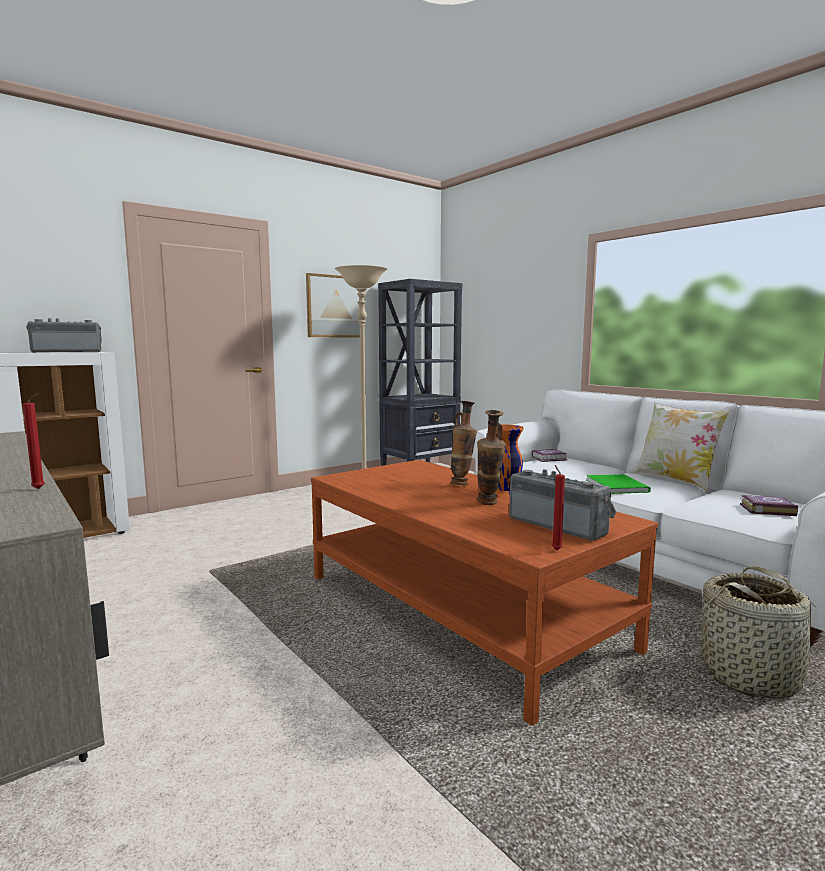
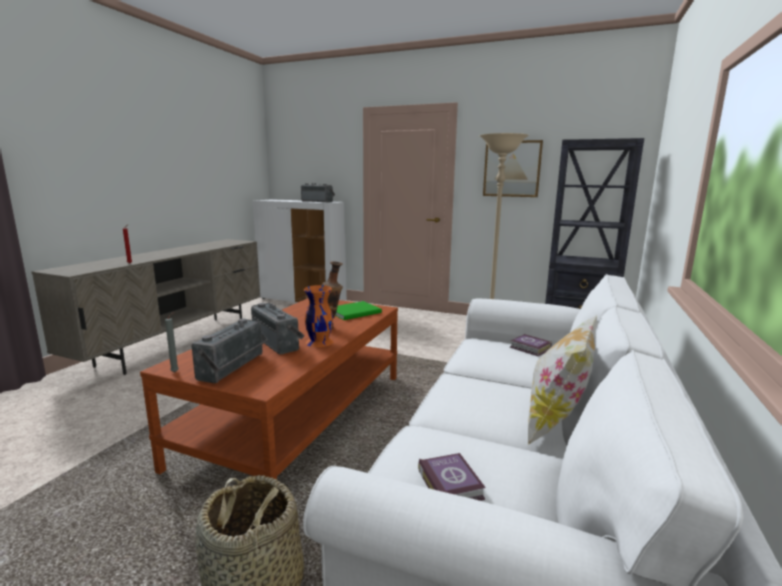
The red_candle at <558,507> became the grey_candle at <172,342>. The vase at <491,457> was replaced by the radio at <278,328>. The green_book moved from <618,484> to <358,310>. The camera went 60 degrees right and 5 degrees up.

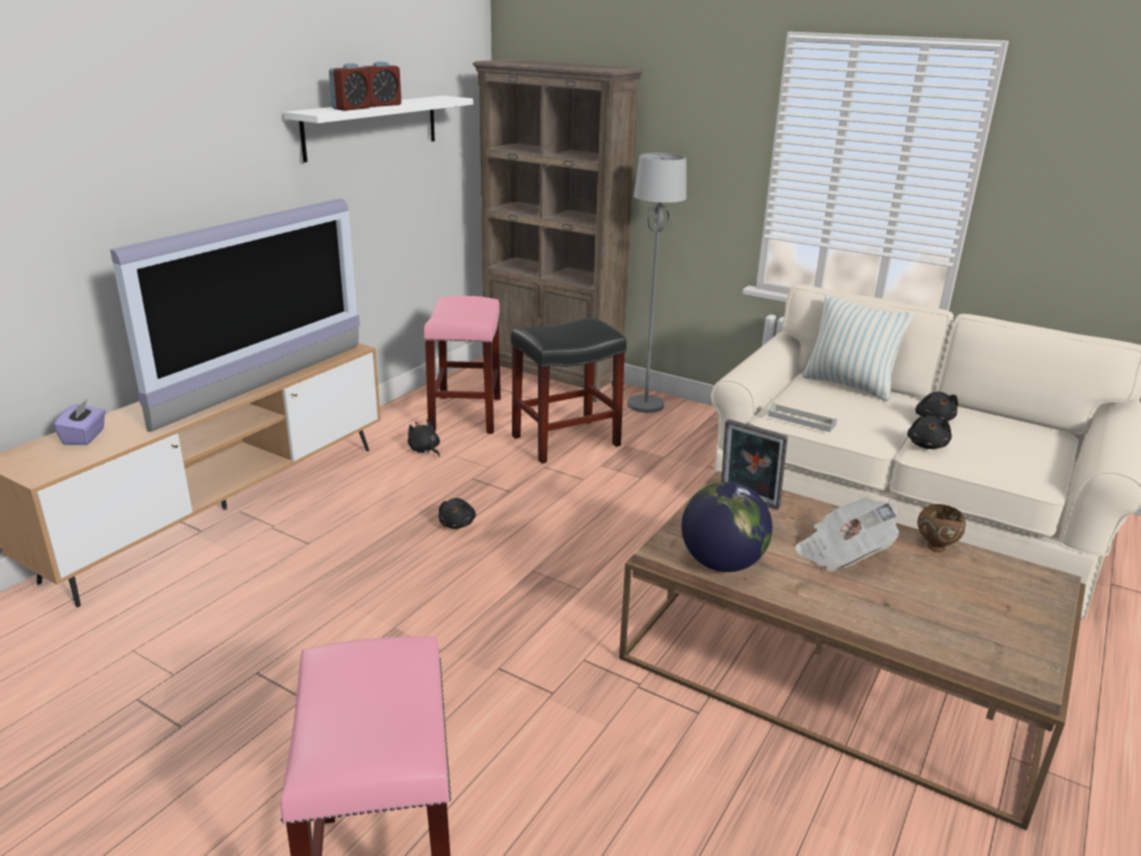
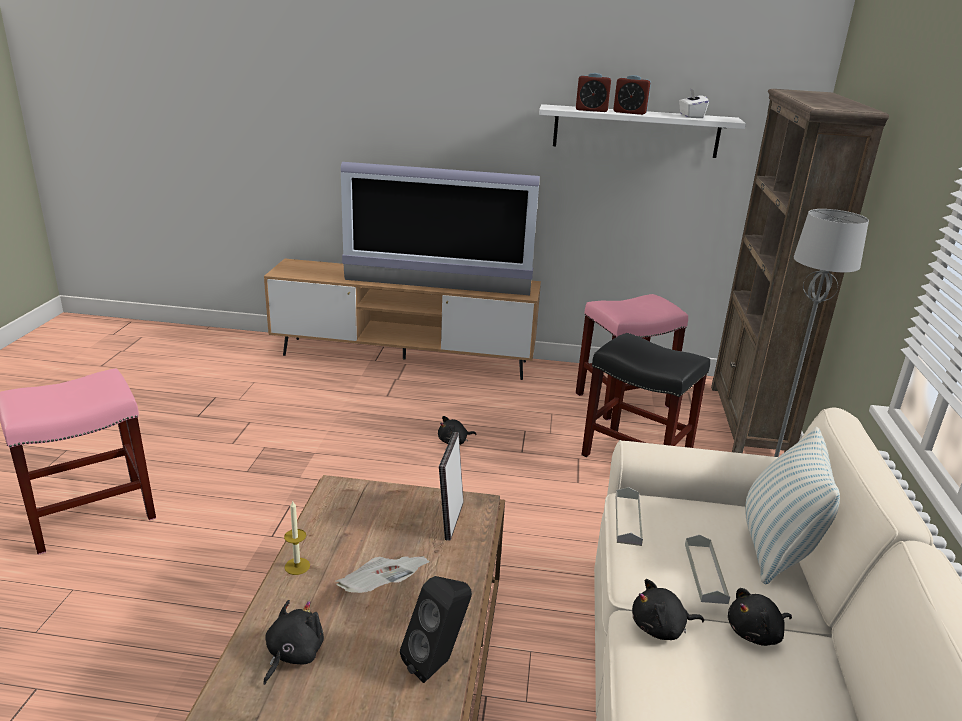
The black_plush_toy moved from <424,438> to <293,642>. The candle at <297,538> appeared. The brown_bowl at <941,528> was replaced by the black_speaker at <436,629>. The white_tissue_box at <694,103> appeared. The grey_tray at <707,569> appeared. The purple_tissue_box at <79,422> disappeared. The globe at <726,527> disappeared. The camera went 65 degrees right and 0 degrees up.

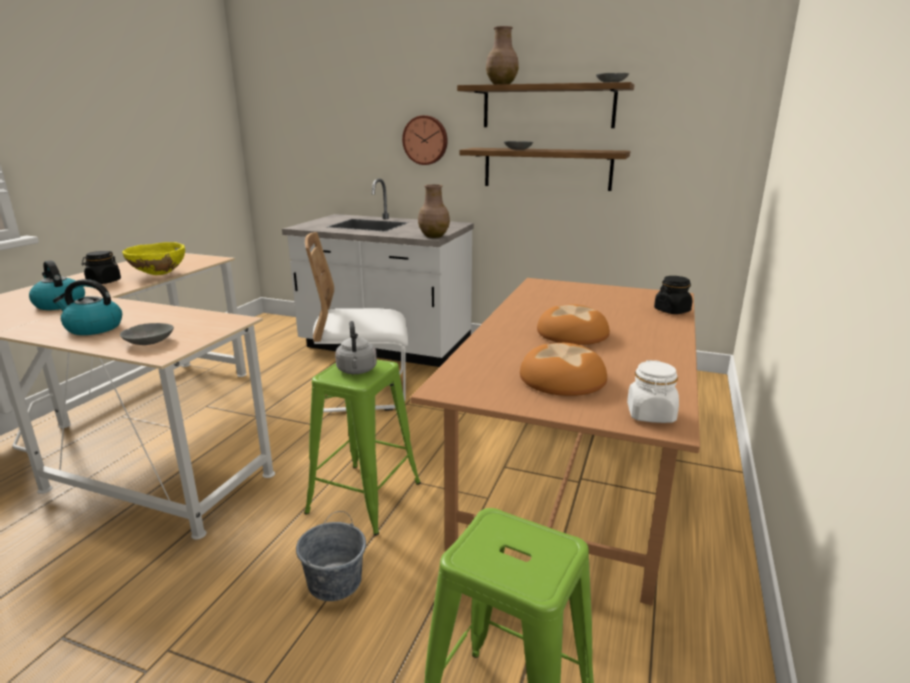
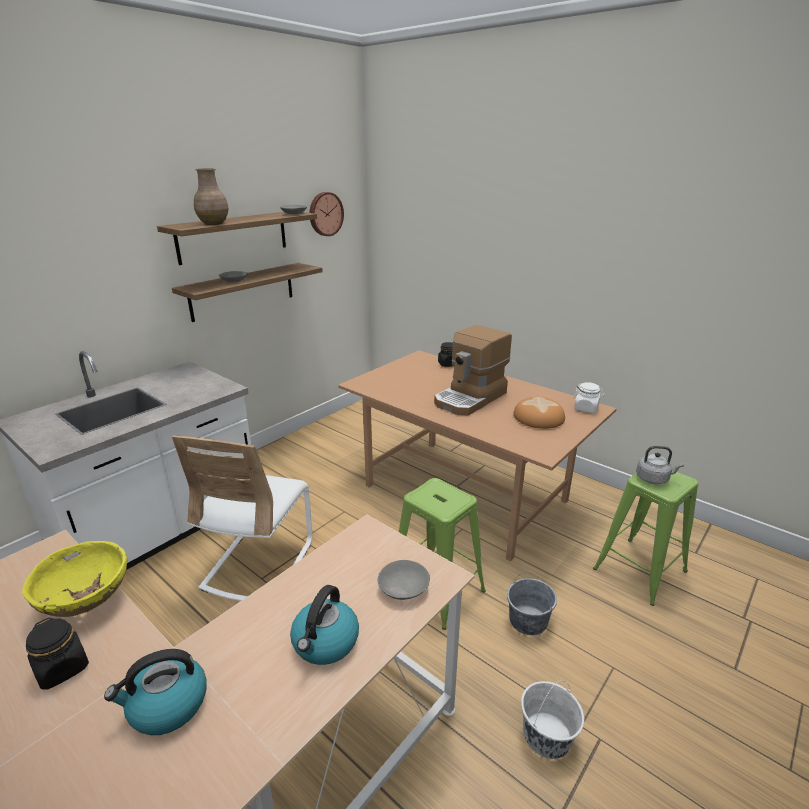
The wall_clock moved from <425,140> to <326,214>. The bread at <573,324> was replaced by the coffee_machine at <473,370>. The white_bucket at <552,719> appeared. The grey_kettle moved from <356,347> to <660,465>. The brown_vase at <434,211> disappeared. The camera went 70 degrees left and 5 degrees up.

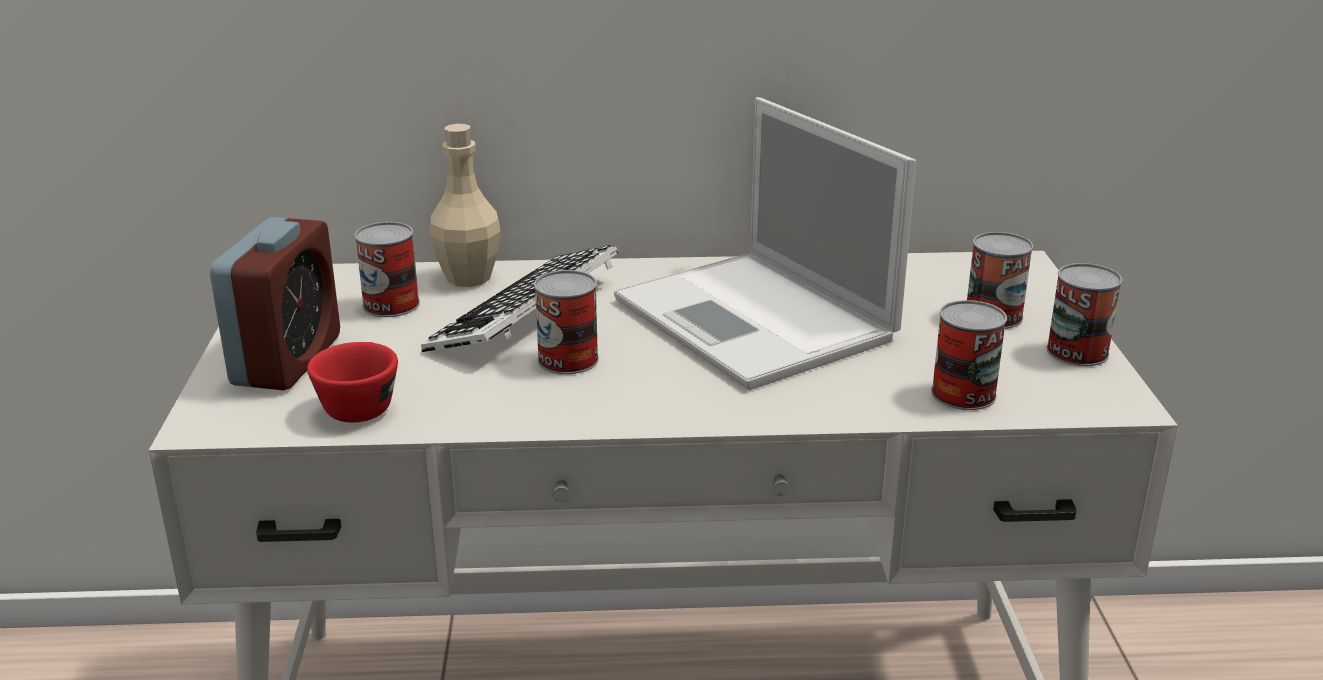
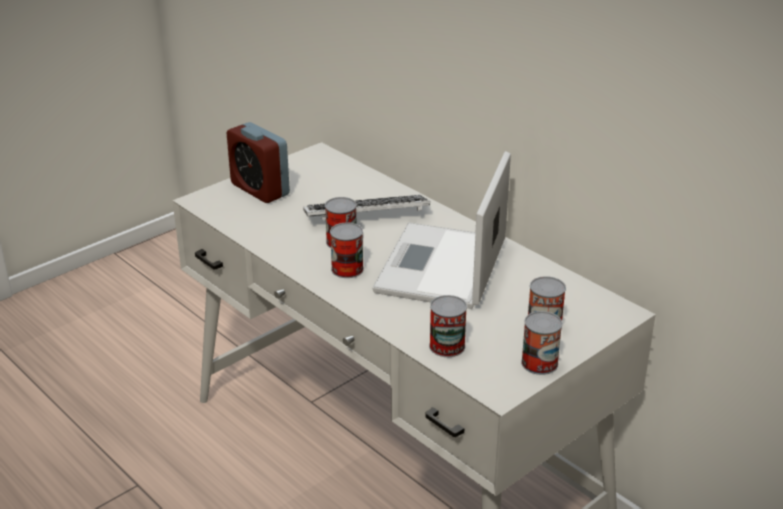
The alarm_clock at <275,303> turned 75 degrees clockwise. The can moved from <387,269> to <347,250>. The red_cup at <352,382> disappeared. The beige_bottle at <465,205> disappeared. The camera went 50 degrees right and 5 degrees up.

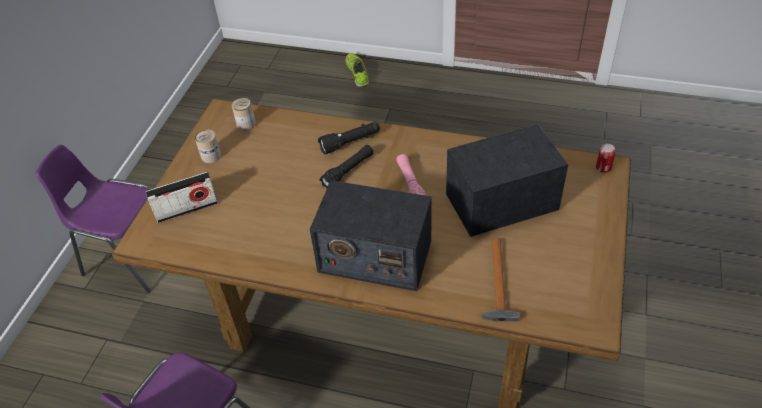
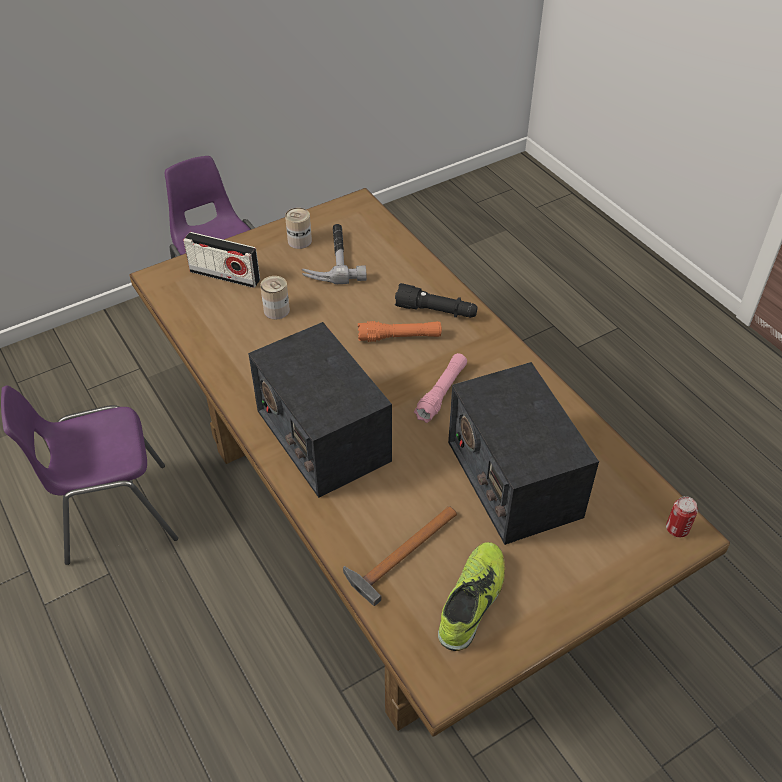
The can moved from <244,114> to <275,297>. The hammer at <334,254> appeared. The black_flashlight at <346,167> became the orange_flashlight at <400,331>. The shoe moved from <357,70> to <471,596>. The radio at <507,180> turned 135 degrees counterclockwise. The camera went 40 degrees right and 0 degrees up.

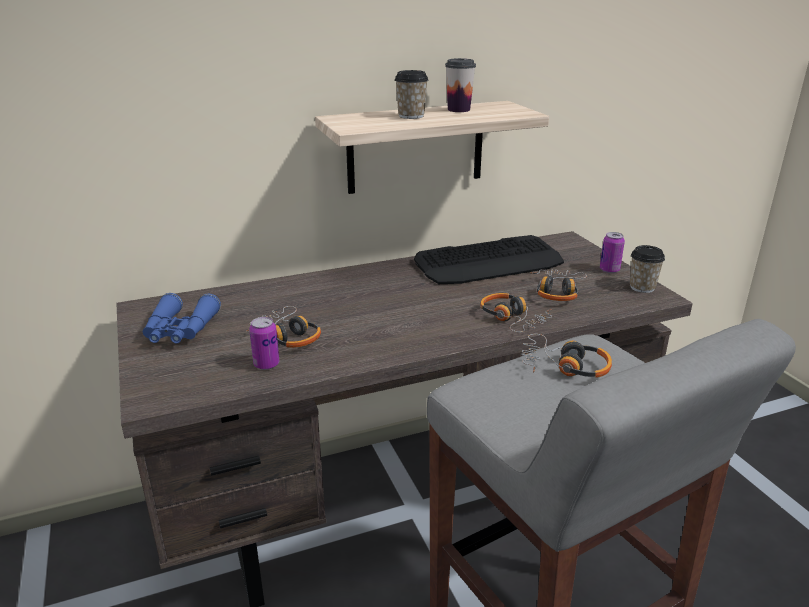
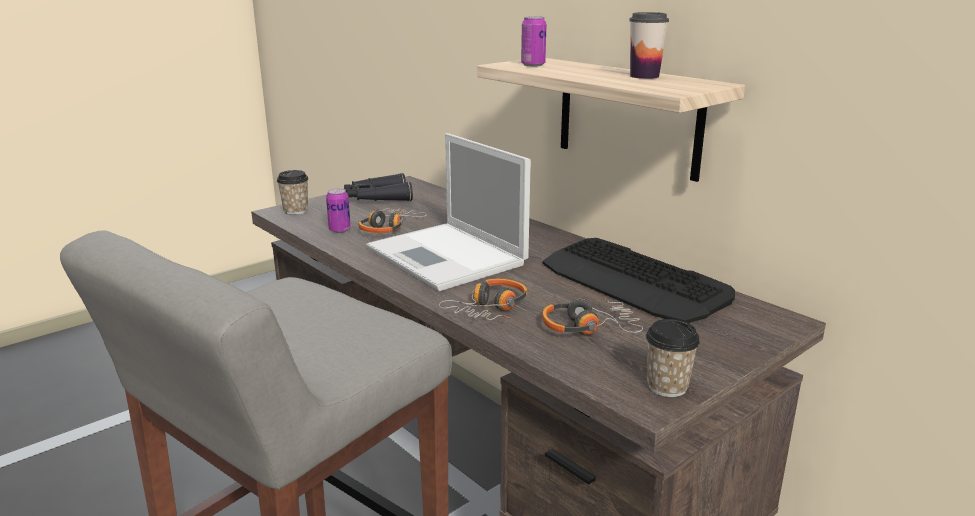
The cup moved from <411,94> to <293,192>. The blue_binoculars at <182,318> became the black_binoculars at <378,187>. The laptop at <448,212> appeared. The can moved from <612,252> to <533,41>. The headphones at <566,356> disappeared. The camera went 70 degrees right and 5 degrees down.

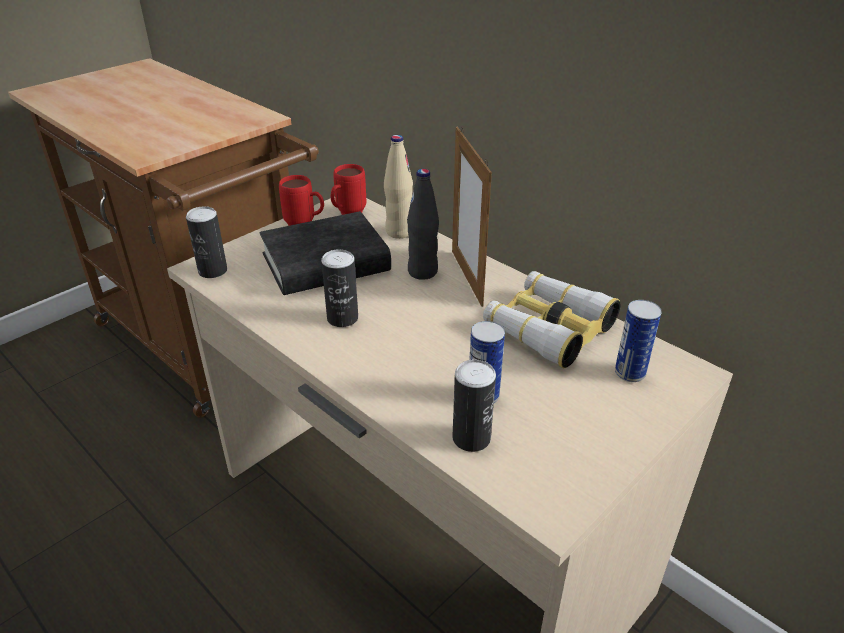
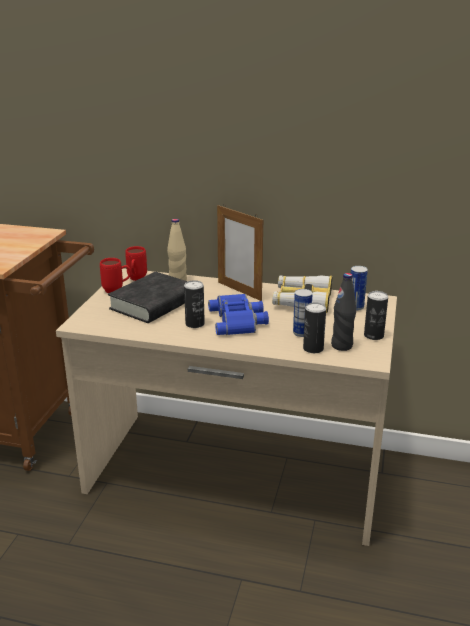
The blue_binoculars at <238,314> appeared. The black_bottle moved from <423,224> to <343,312>. The can moved from <206,242> to <376,315>. The camera went 30 degrees left and 10 degrees down.

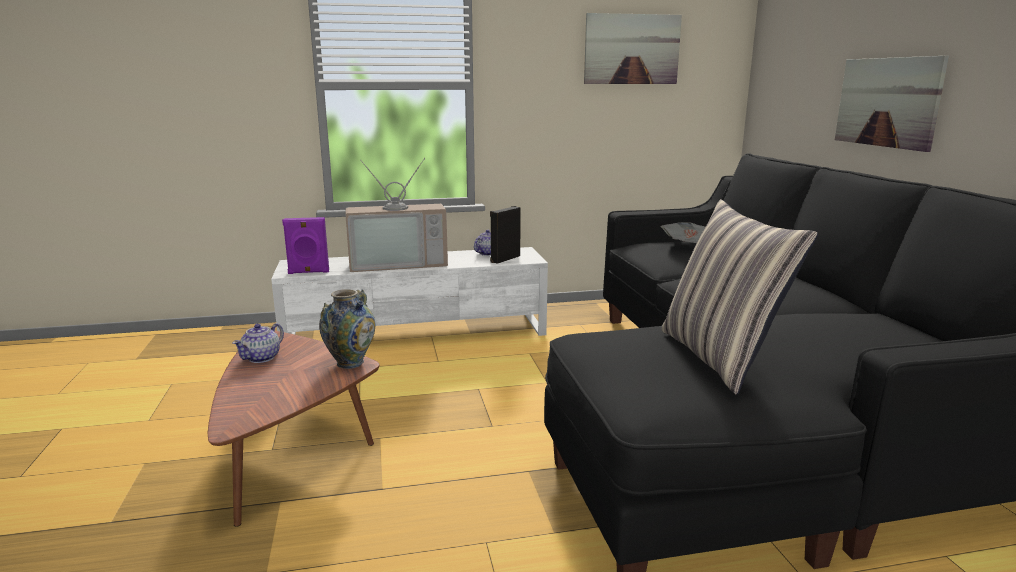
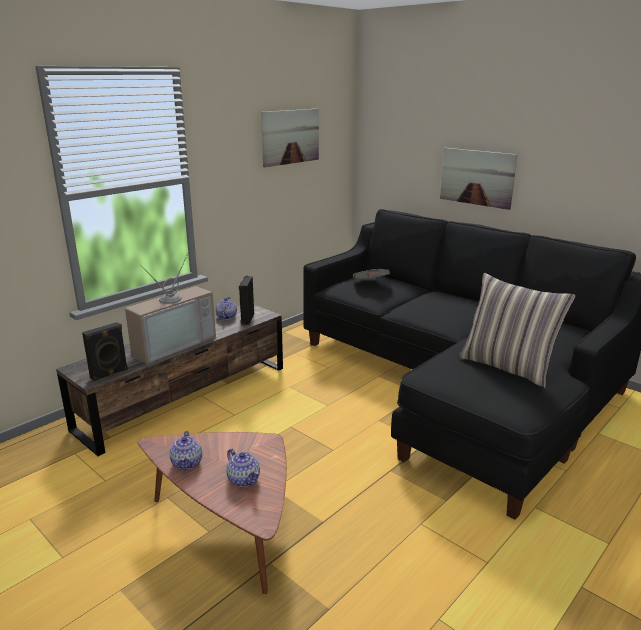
The white_tv_stand at <409,291> became the brown_tv_stand at <169,380>. The purple_speaker at <305,245> became the black_speaker at <105,351>. The teapot at <243,468> appeared. The vase at <347,329> disappeared. The camera went 35 degrees left and 5 degrees up.

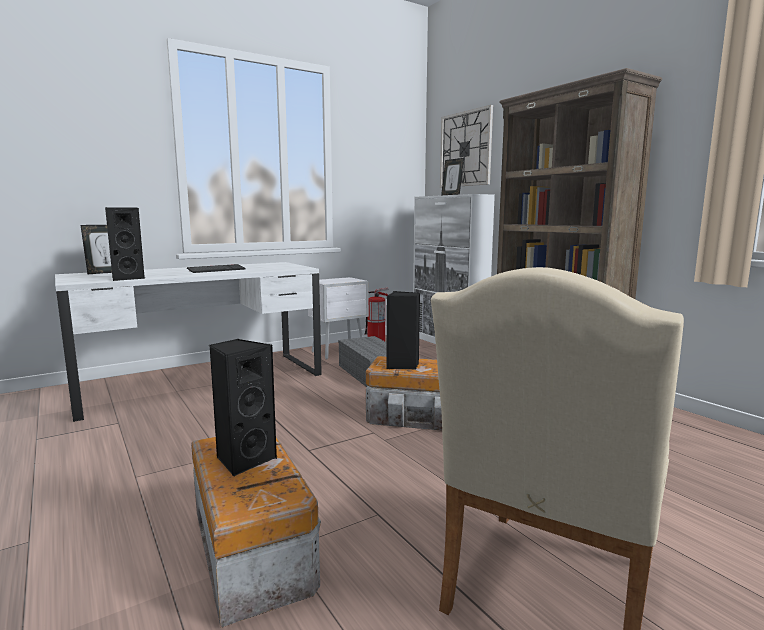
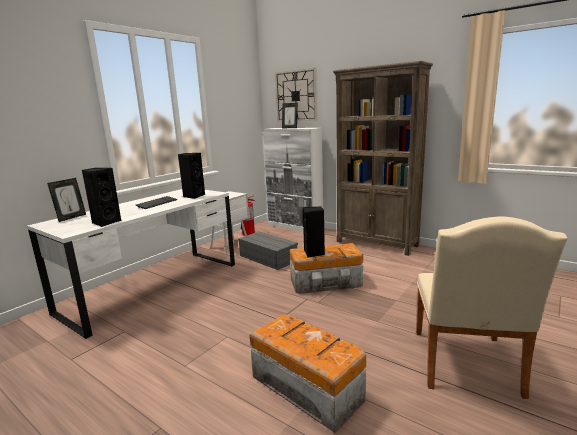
The black_speaker moved from <243,408> to <191,176>. The camera went 20 degrees left and 5 degrees up.

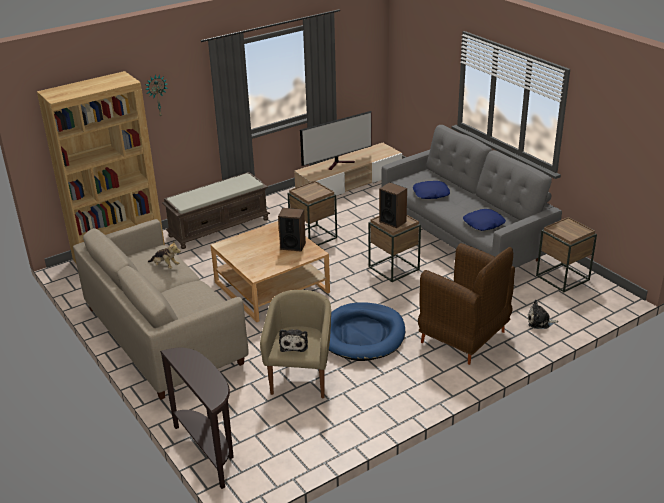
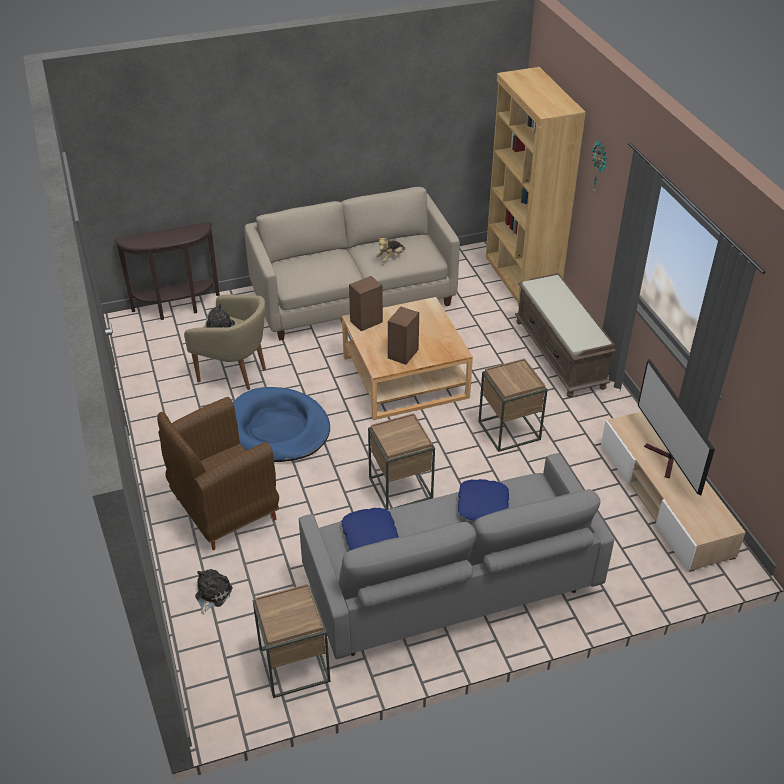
The speaker moved from <393,205> to <366,303>. The camera went 105 degrees right and 10 degrees up.

